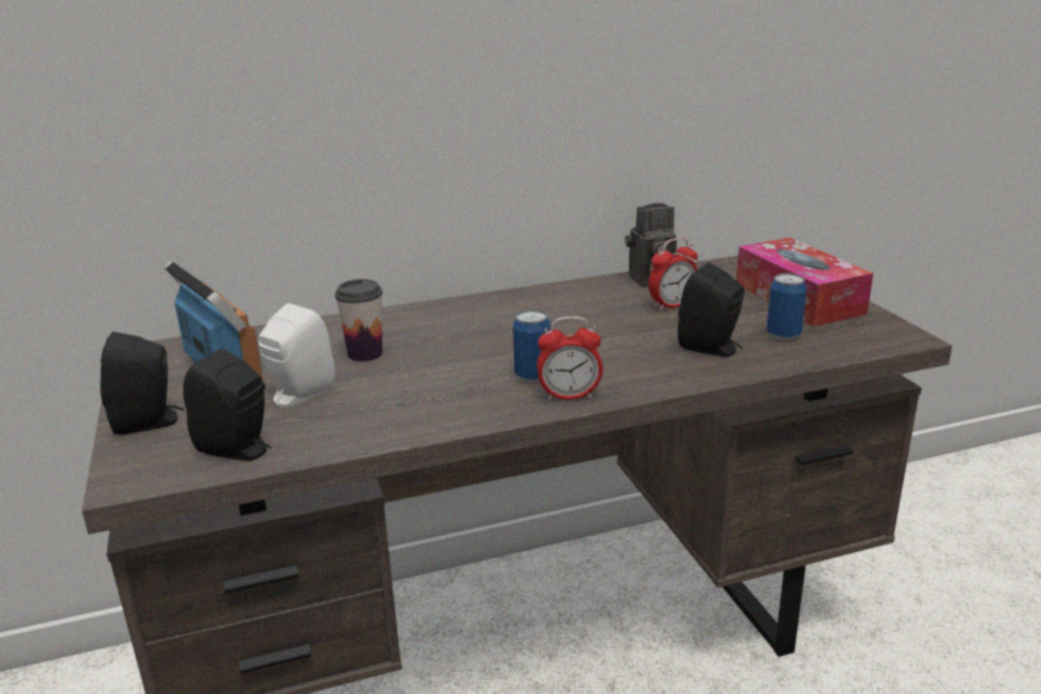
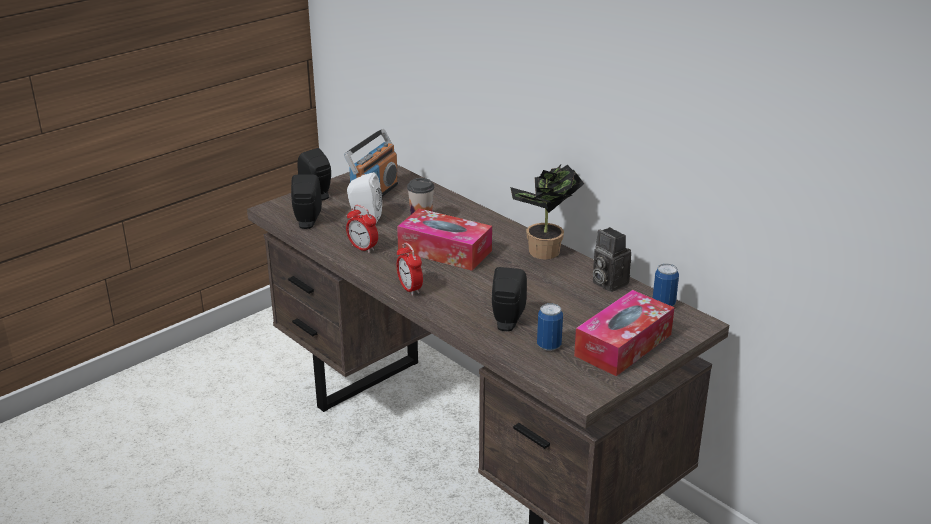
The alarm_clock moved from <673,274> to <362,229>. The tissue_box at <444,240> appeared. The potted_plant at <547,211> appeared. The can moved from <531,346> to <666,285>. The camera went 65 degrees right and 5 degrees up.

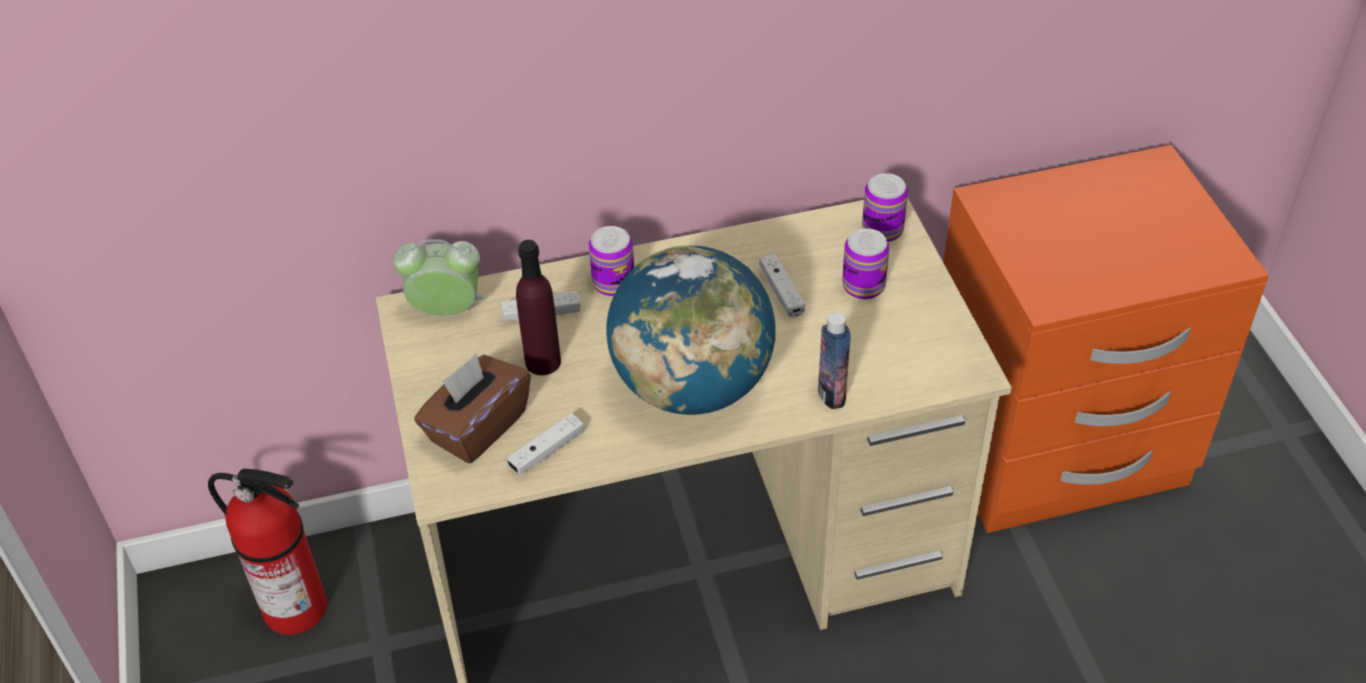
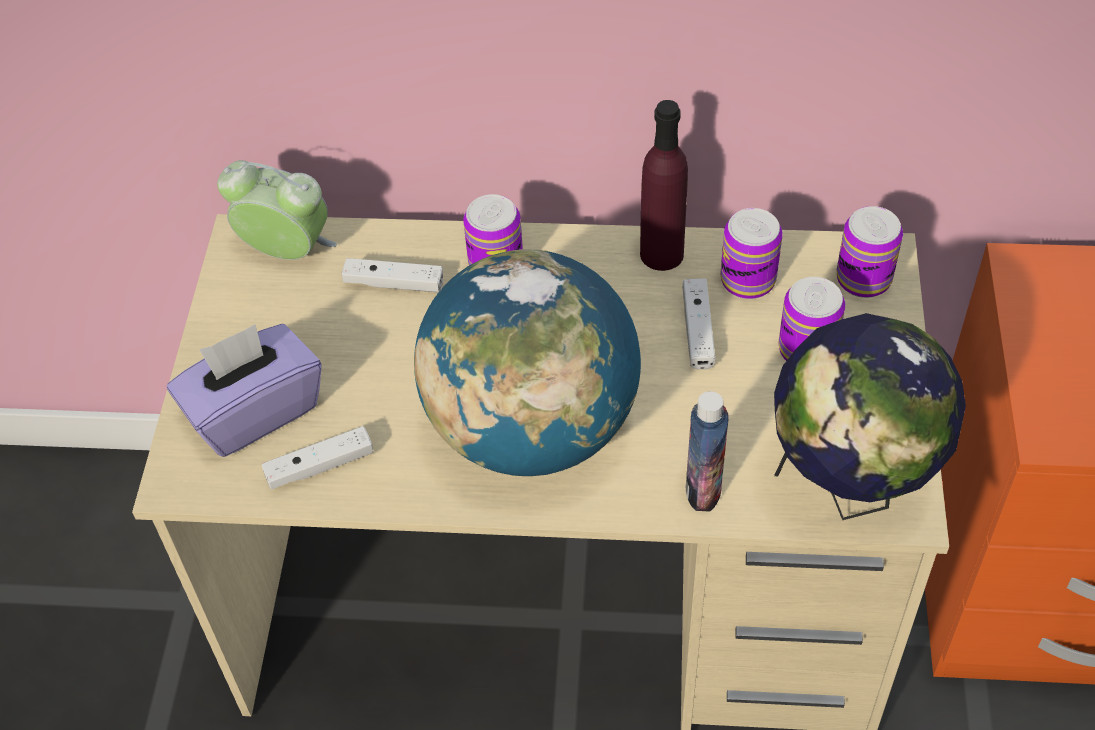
The brown_tissue_box at <472,409> became the purple_tissue_box at <244,390>. The purple_bottle moved from <538,307> to <664,185>. The can at <751,253> appeared. The globe at <870,416> appeared. The fire_extinguisher at <267,552> disappeared. The camera went 20 degrees right and 5 degrees up.

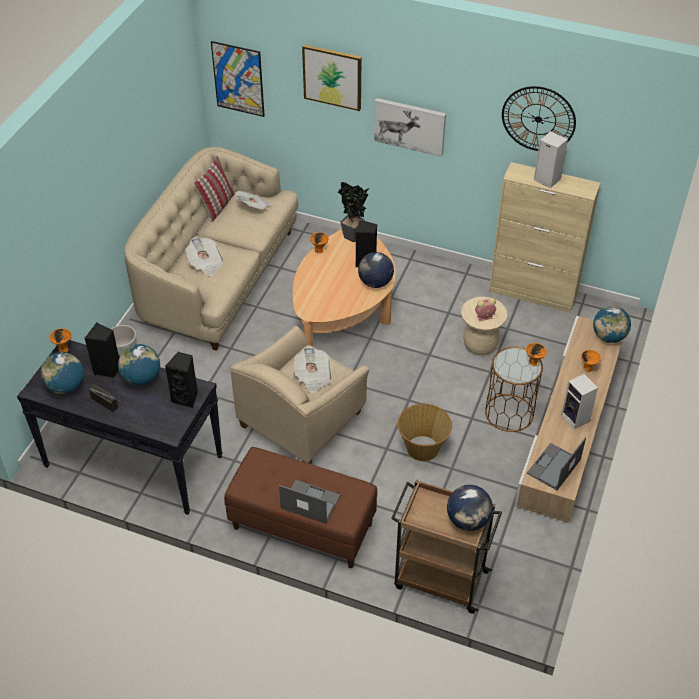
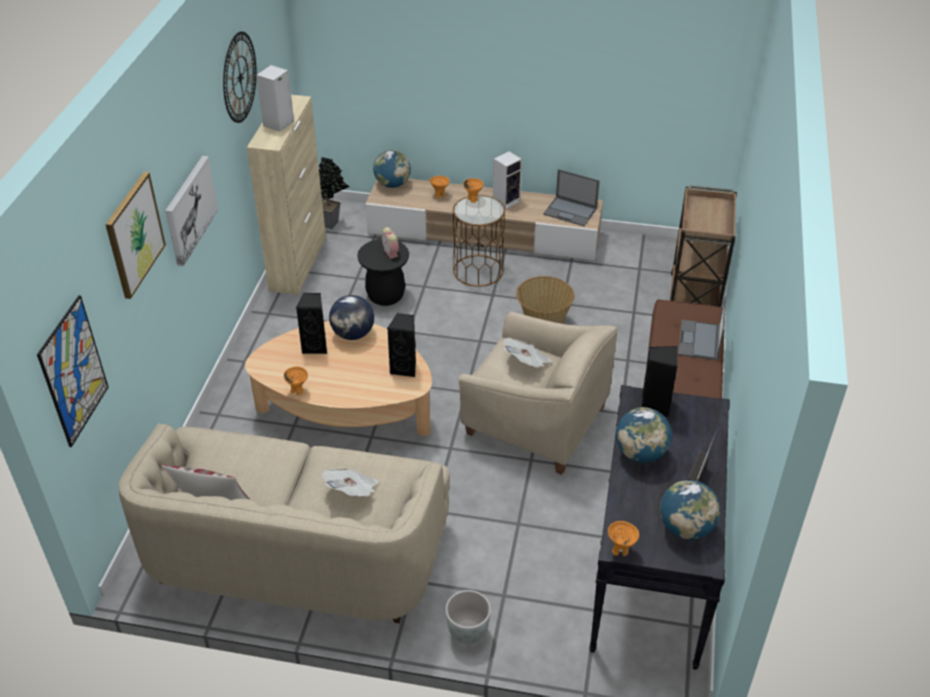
The potted_plant moved from <353,212> to <334,193>. The beige_stool at <484,326> became the black_stool at <383,272>. The black_speaker moved from <102,350> to <401,345>. The newspaper at <253,200> disappeared. The globe at <470,508> disappeared. The camera went 100 degrees left and 5 degrees down.

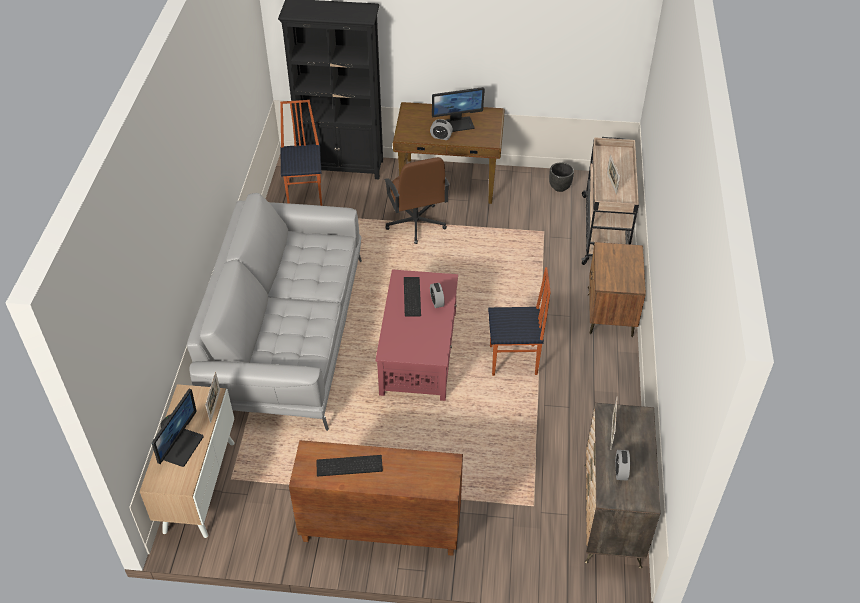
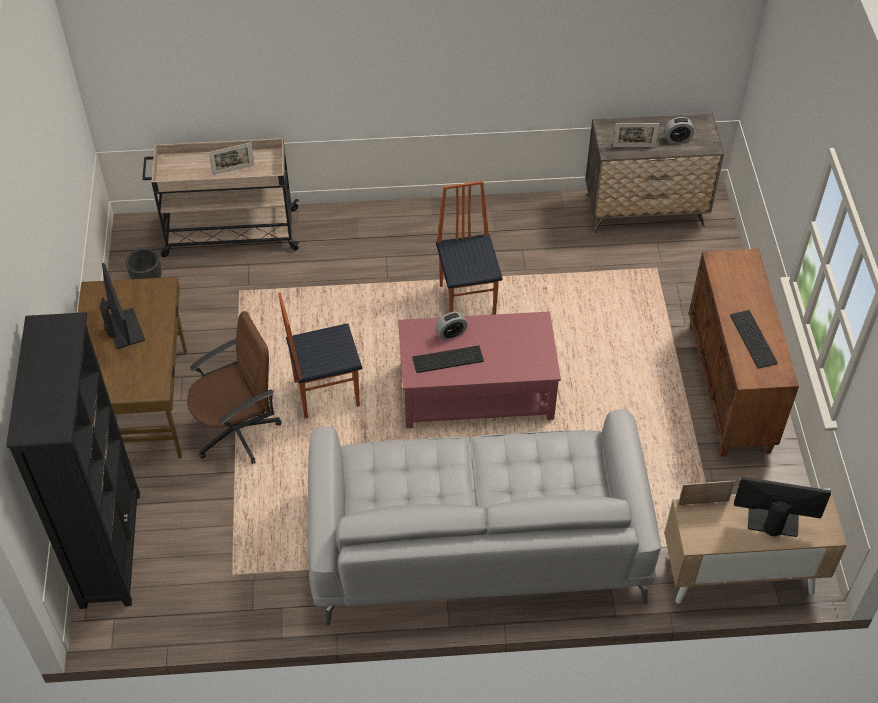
The chair moved from <301,153> to <320,355>. The alarm_clock at <441,129> disappeared. The brown_nightstand at <617,289> disappeared. The camera went 100 degrees left and 5 degrees up.

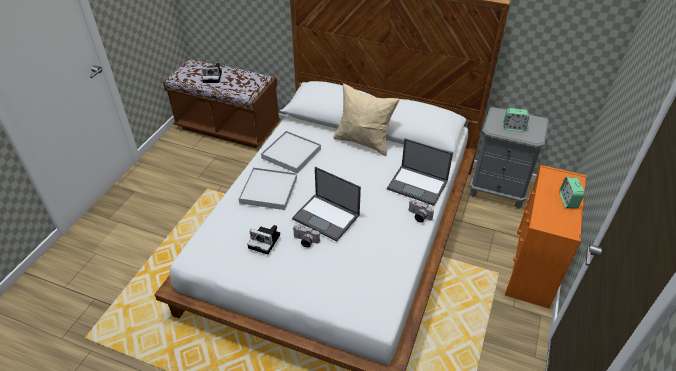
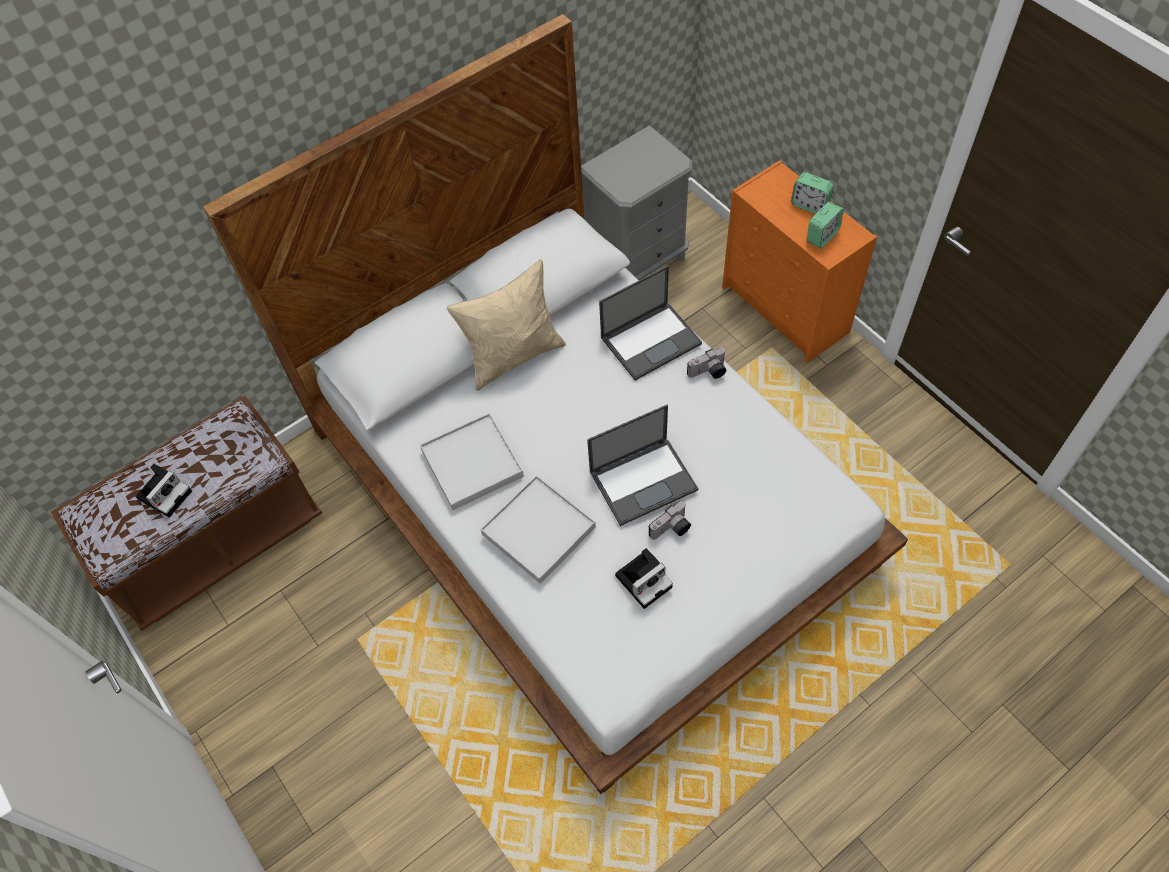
The alarm_clock moved from <516,119> to <825,225>. The camera went 55 degrees left and 15 degrees up.

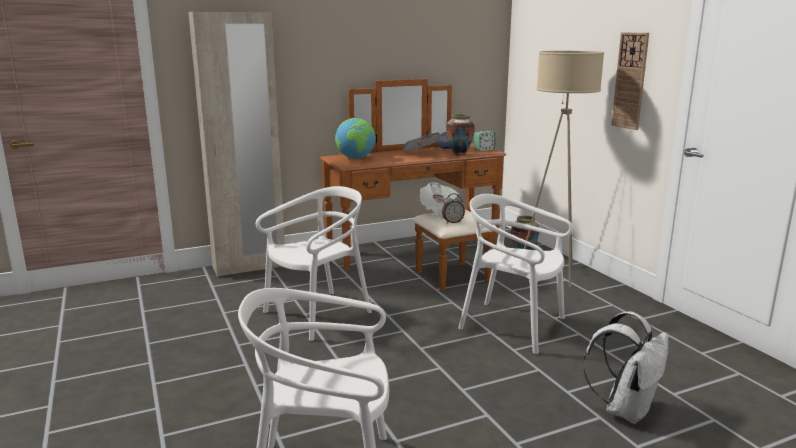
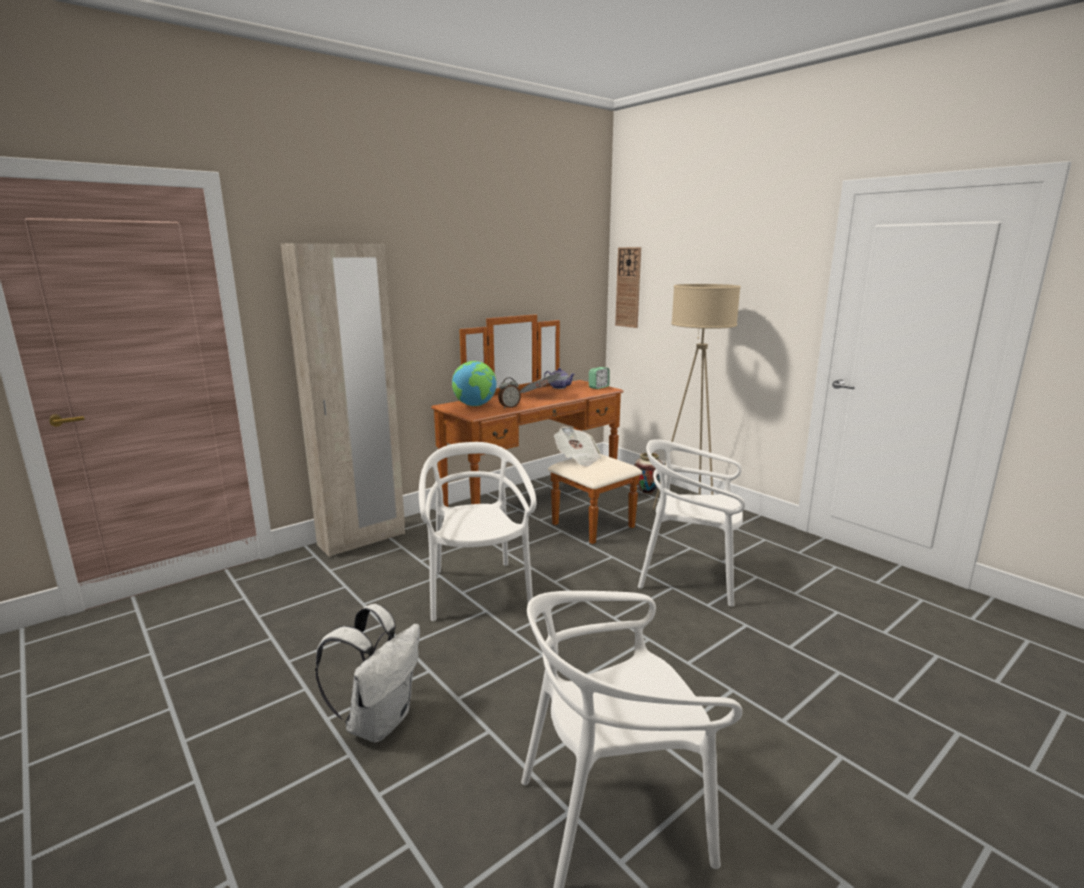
The white_backpack moved from <626,367> to <367,673>. The white_chair at <314,263> turned 45 degrees counterclockwise. The alarm_clock moved from <453,208> to <509,393>. The wall_clock moved from <630,81> to <628,287>. The vase at <460,135> disappeared. The camera went 15 degrees left and 0 degrees up.

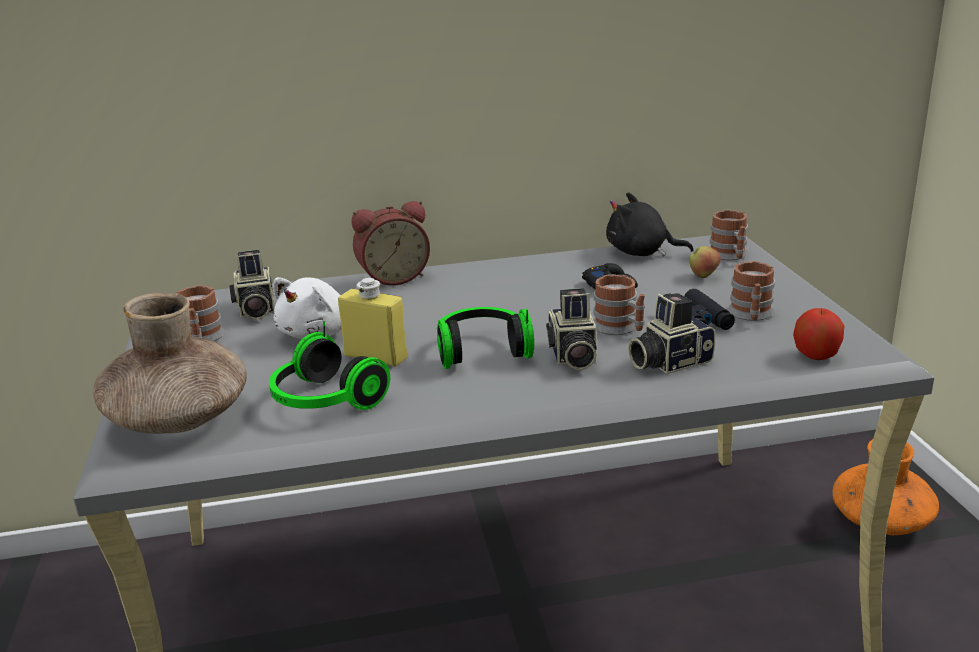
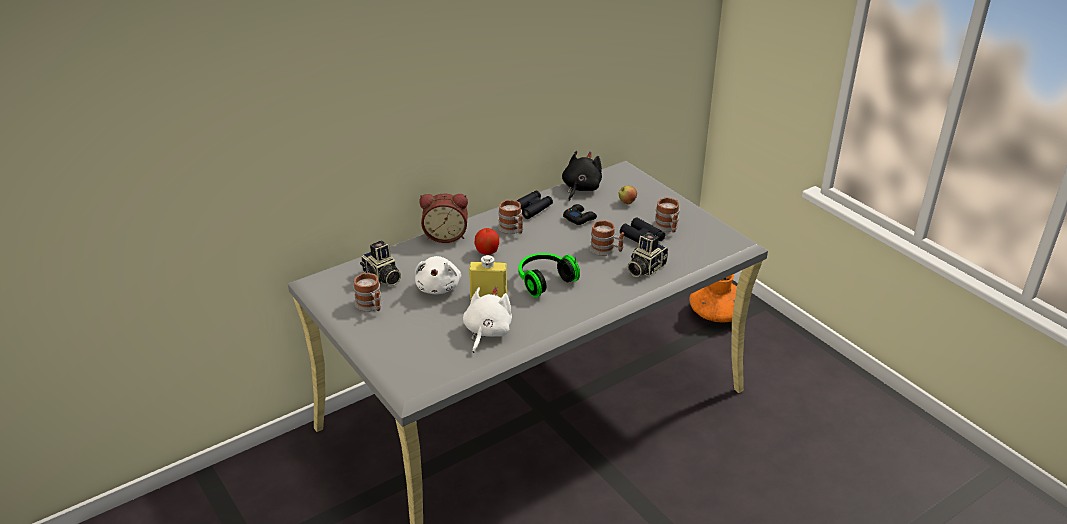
The alarm_clock at <391,243> turned 45 degrees clockwise. The headphones at <329,365> was replaced by the white_plush_toy at <487,320>. The apple moved from <818,334> to <486,241>. The mug moved from <729,235> to <510,217>. The black_binoculars at <535,205> appeared. The black_plush_toy at <649,224> turned 120 degrees clockwise. The brown_vase at <170,363> disappeared. The photo_camera at <571,329> disappeared. The camera went 25 degrees left and 10 degrees up.

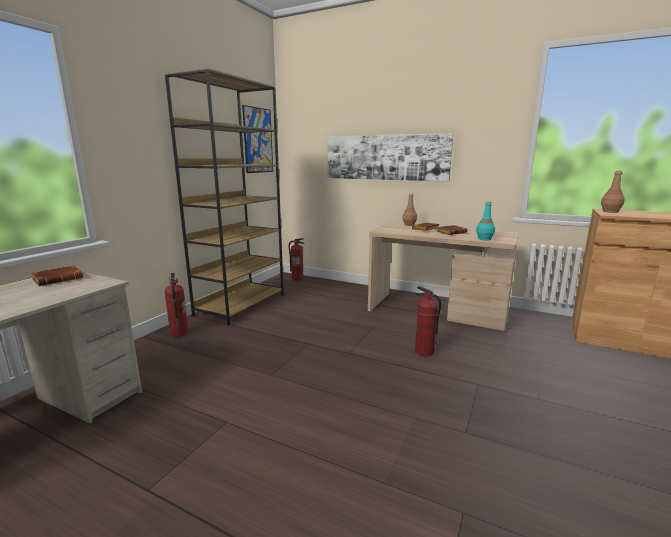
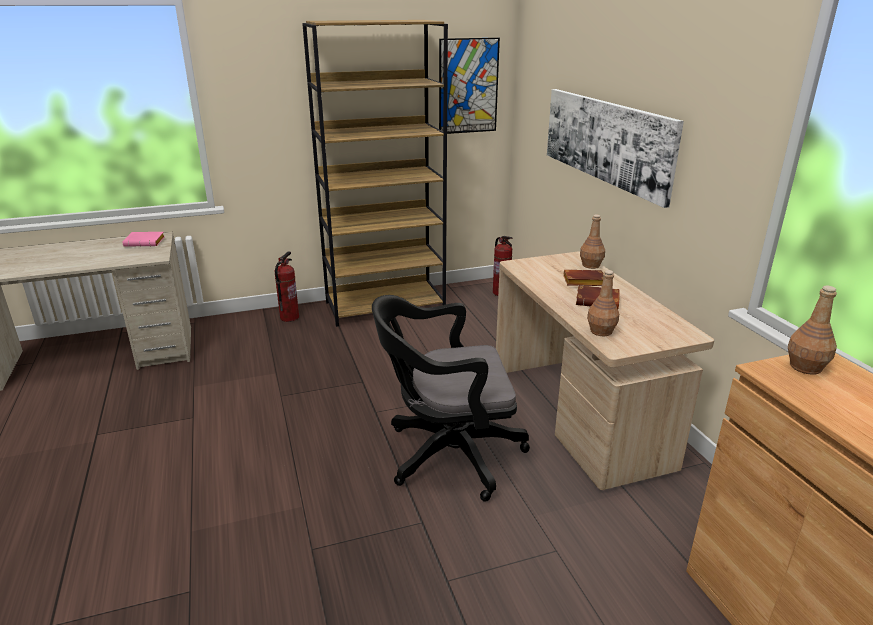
The brown_book at <57,275> became the pink_book at <144,239>. The fire_extinguisher at <428,321> was replaced by the black_office_chair at <451,398>. The turquoise_bottle at <485,221> became the brown_bottle at <603,303>. The camera went 45 degrees right and 10 degrees up.

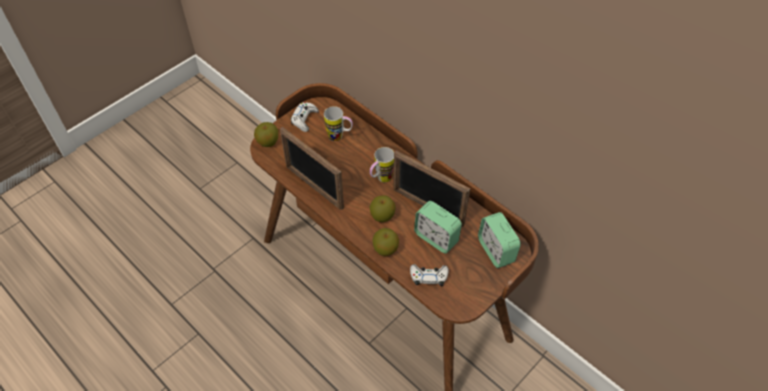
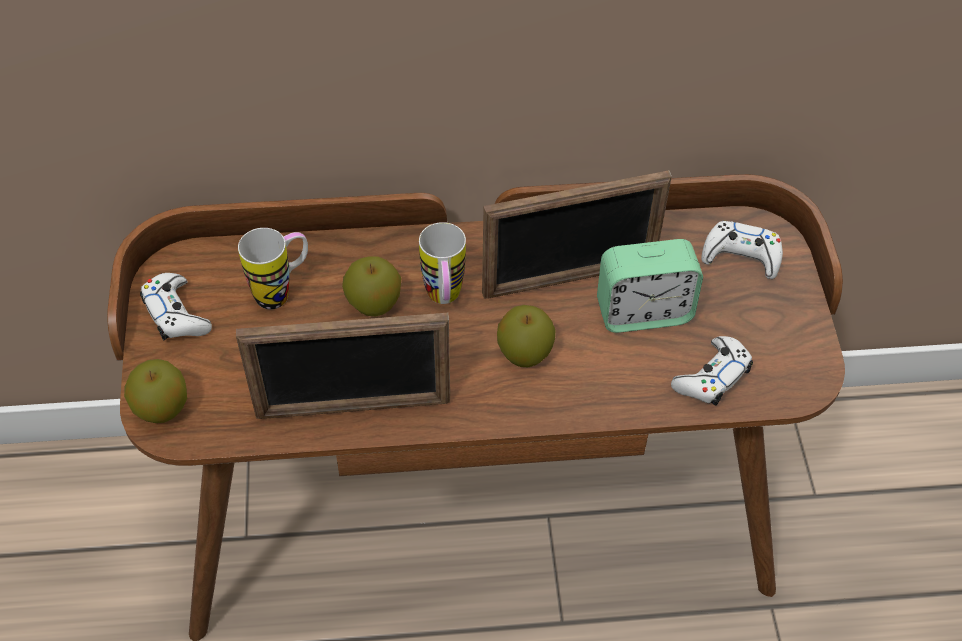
The apple moved from <385,242> to <371,286>. The alarm_clock at <499,240> was replaced by the white_game_controller at <742,250>. The camera went 50 degrees left and 0 degrees up.

